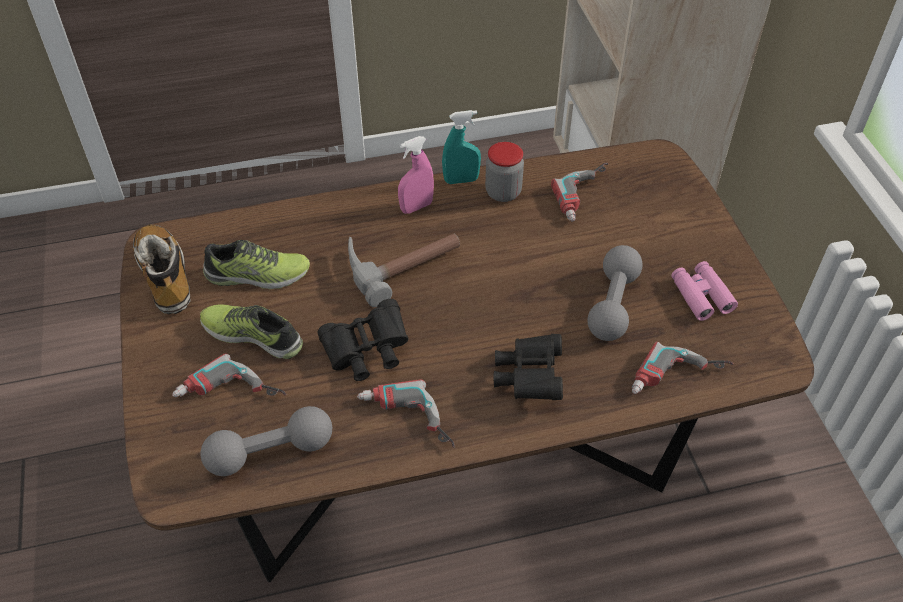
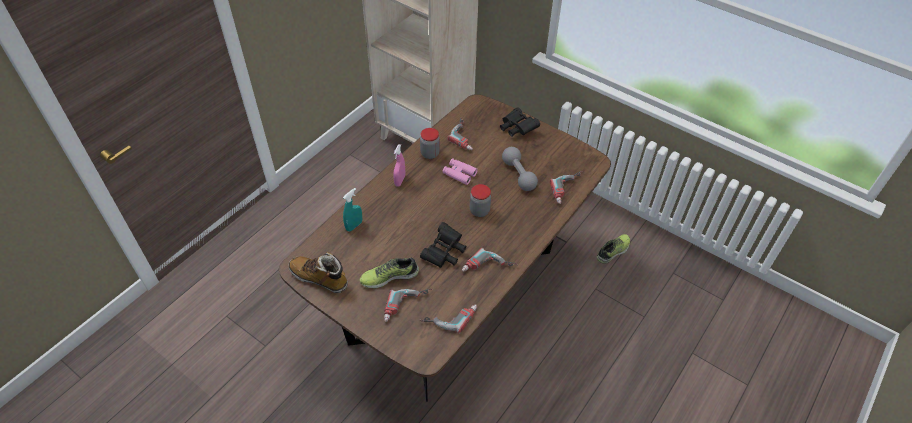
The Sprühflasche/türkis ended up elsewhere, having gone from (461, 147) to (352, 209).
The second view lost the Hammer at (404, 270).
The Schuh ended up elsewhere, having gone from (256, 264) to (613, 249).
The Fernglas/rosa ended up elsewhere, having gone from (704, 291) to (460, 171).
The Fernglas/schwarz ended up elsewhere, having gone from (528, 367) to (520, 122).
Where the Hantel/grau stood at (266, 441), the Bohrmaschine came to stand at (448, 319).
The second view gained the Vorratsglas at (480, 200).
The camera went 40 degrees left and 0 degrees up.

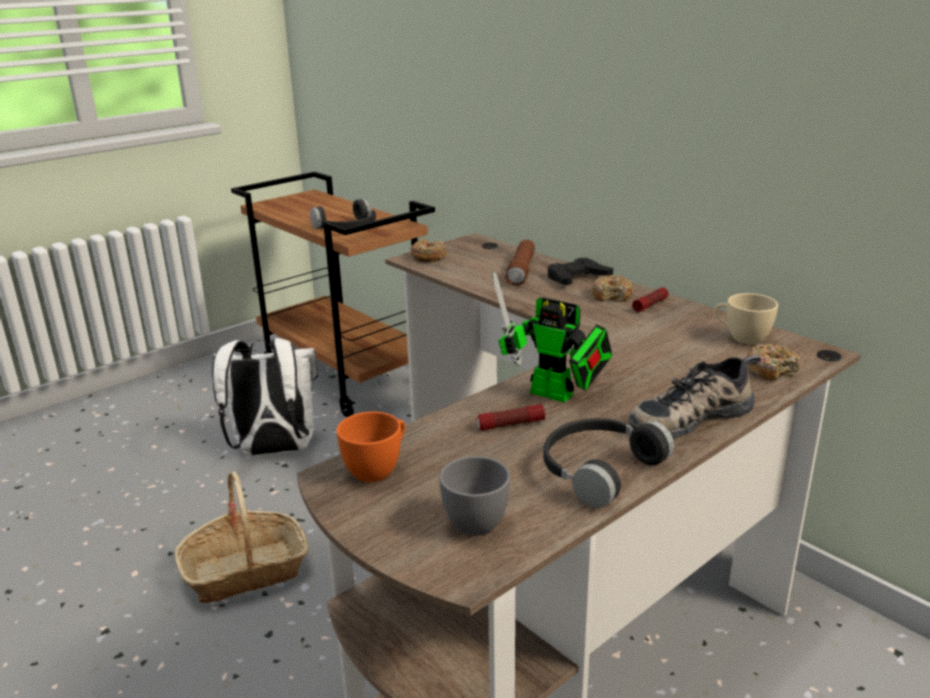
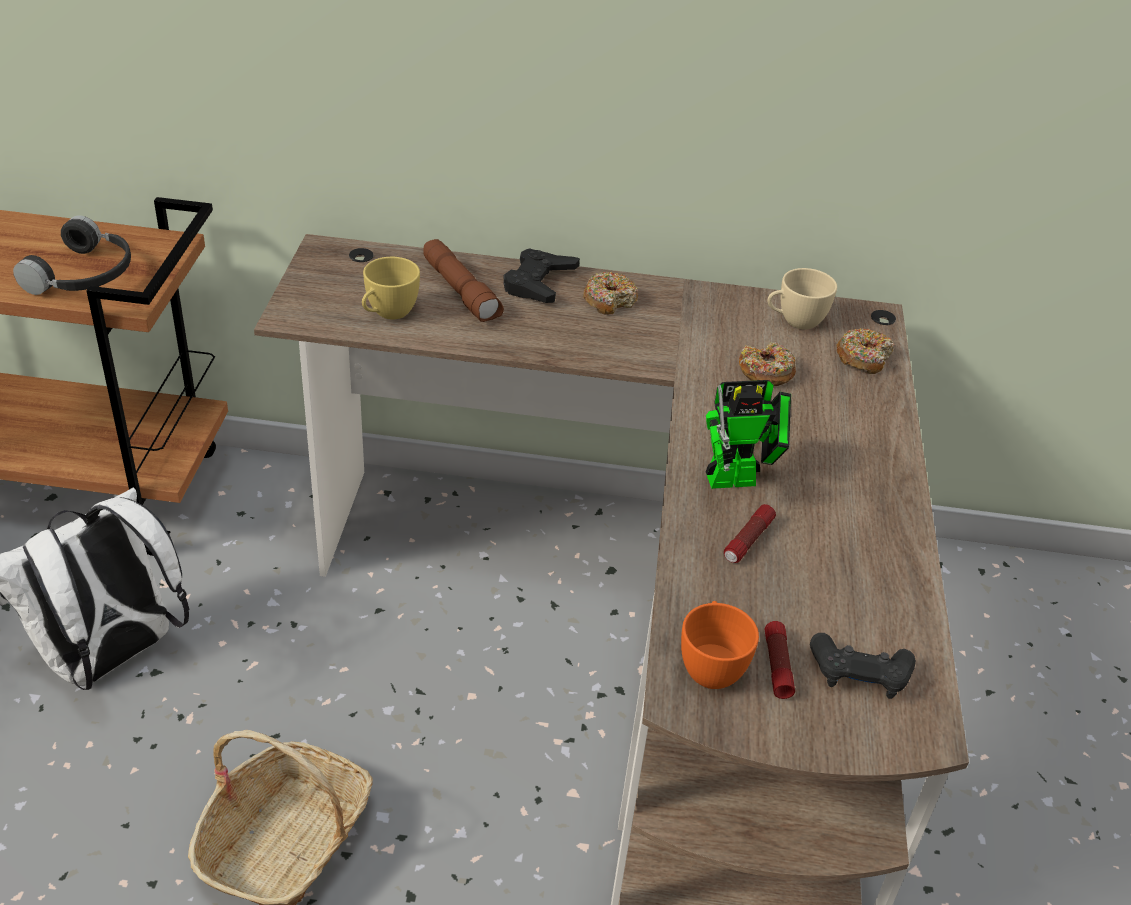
The Donut ended up elsewhere, having gone from (429, 250) to (767, 364).
The Taschenlampe ended up elsewhere, having gone from (650, 299) to (780, 660).
The second view lost the Schuh at (695, 396).
The second view lost the Kopfhörer/schwarz at (608, 463).
Where the Tasse/grau stood at (474, 496), the Gamepad/schwarz came to stand at (863, 666).
The second view gained the Tasse/gelb at (391, 288).
The camera went 45 degrees left and 15 degrees up.

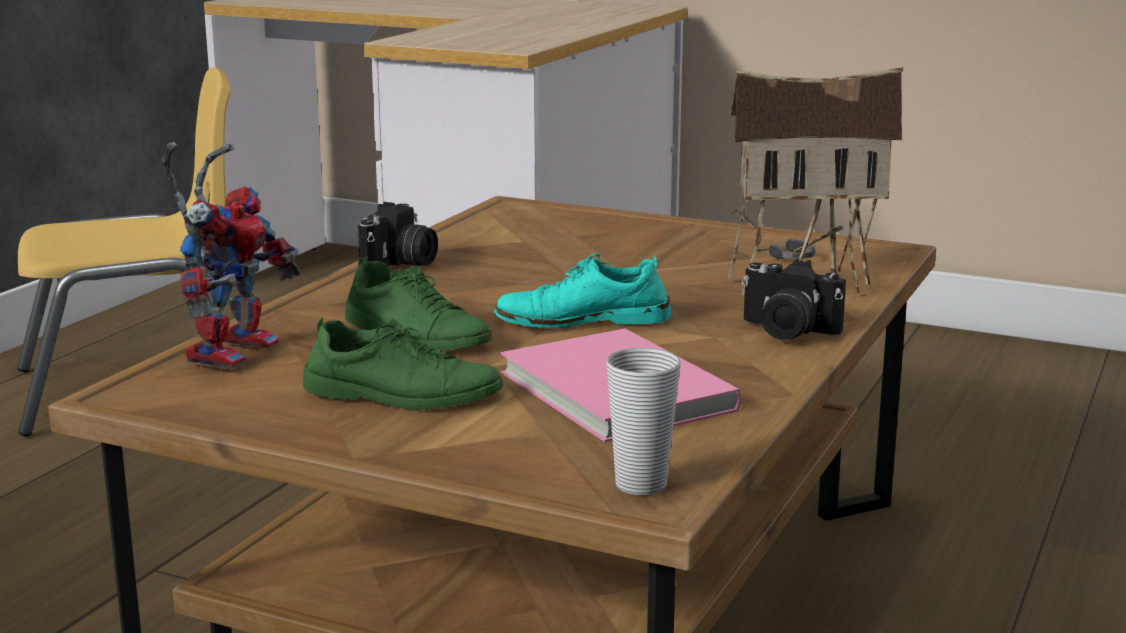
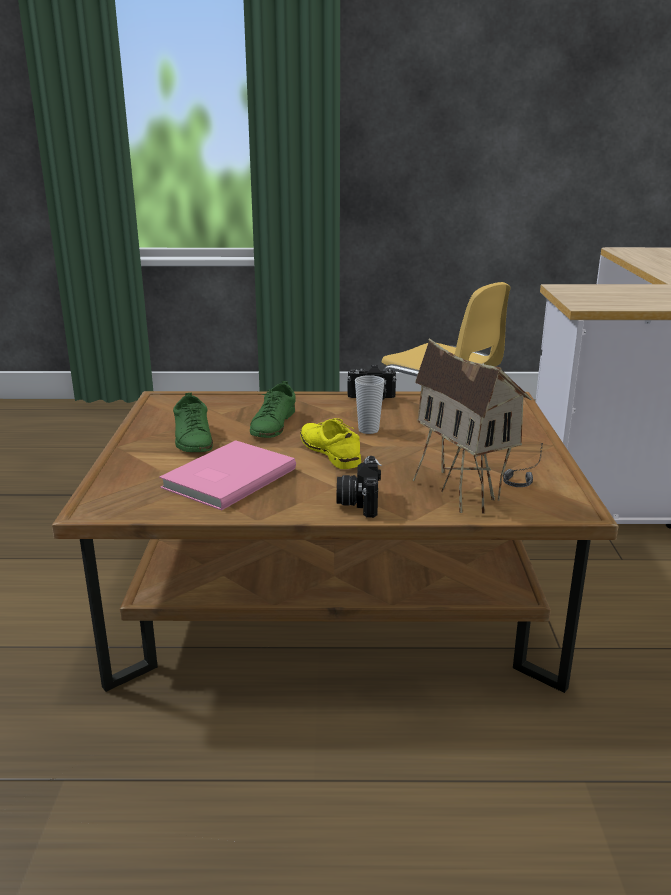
The second view lost the Spielzeugroboter at (231, 256).
What was the Schuh/türkis at (582, 291) turned into the Schuh/gelb at (330, 443).
The Tasse ended up elsewhere, having gone from (643, 421) to (369, 404).
The camera went 65 degrees right and 5 degrees up.

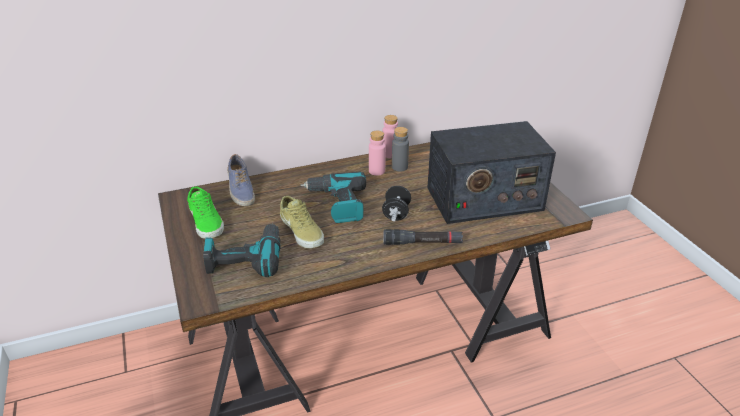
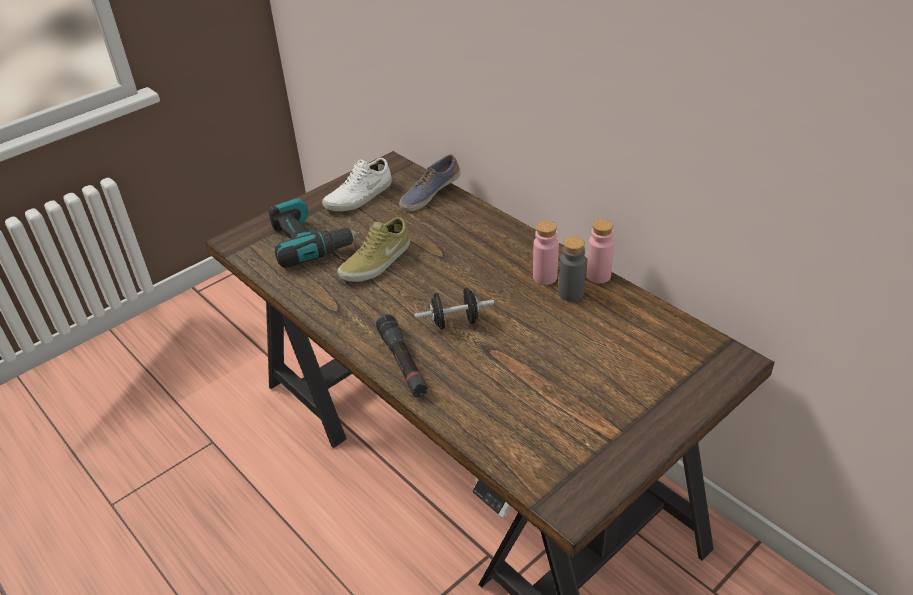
The second view lost the Radio at (491, 172).
The second view lost the Bohrmaschine at (333, 197).
What was the Schuh/grün at (205, 213) turned into the Schuh/weiß at (357, 184).
The camera went 70 degrees right and 5 degrees up.

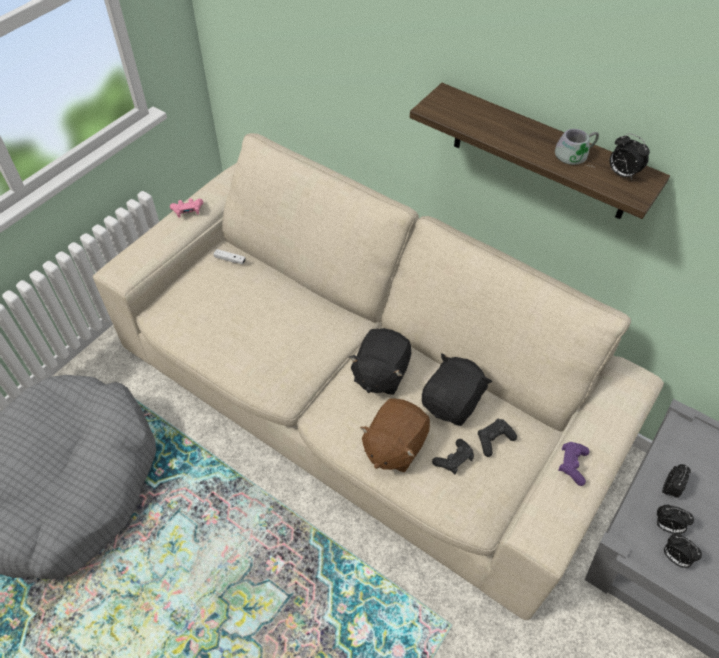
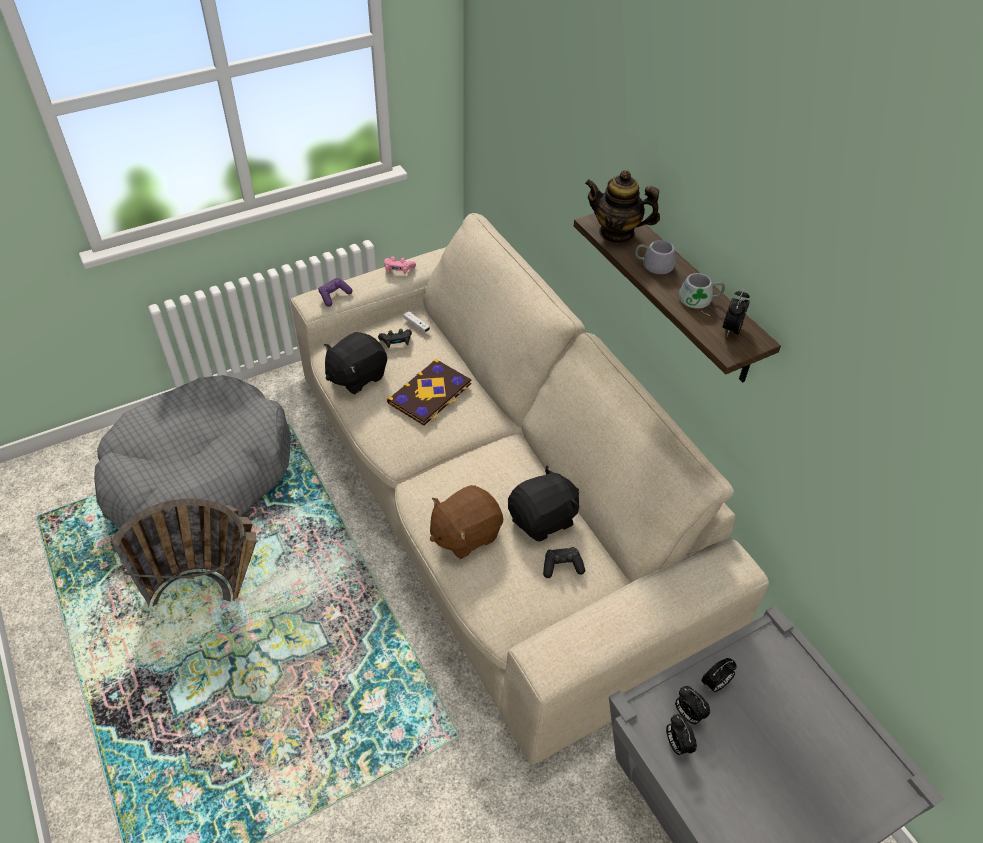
The Wecker at (629, 156) ended up facing another way, 45 degrees clockwise from before.
The Plüschtier/schwarz ended up elsewhere, having gone from (379, 361) to (355, 363).
The Gamepad/schwarz ended up elsewhere, having gone from (453, 456) to (395, 338).
The Gamepad/lila ended up elsewhere, having gone from (574, 464) to (335, 292).
The second view gained the Teekanne at (622, 207).
The second view gained the Henkelbecher/grau at (655, 257).
The second view gained the Buch at (429, 392).
The second view gained the Korb at (183, 553).
The camera went 25 degrees right and 5 degrees down.

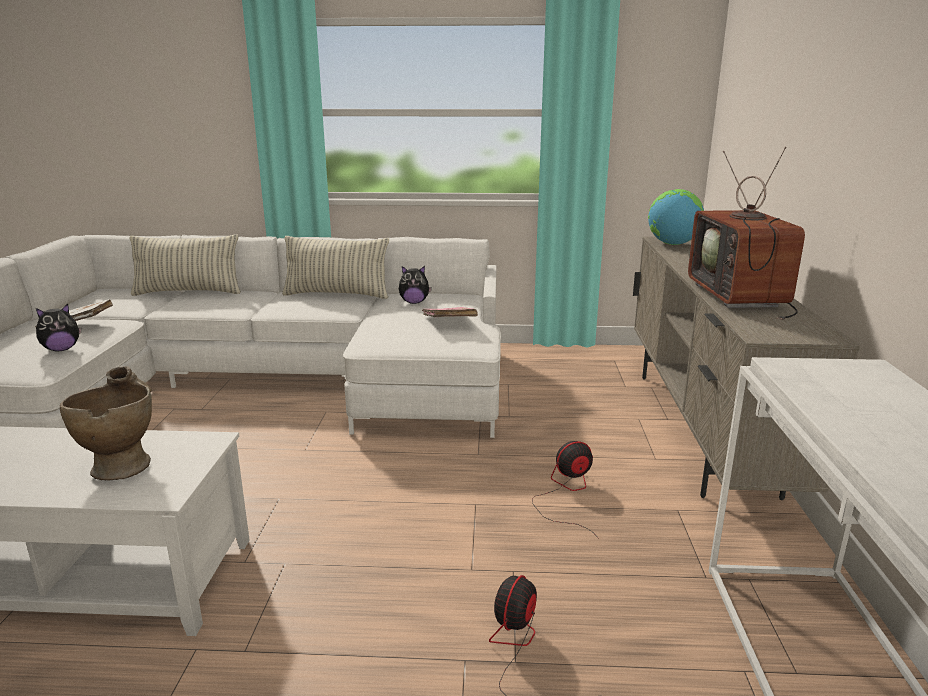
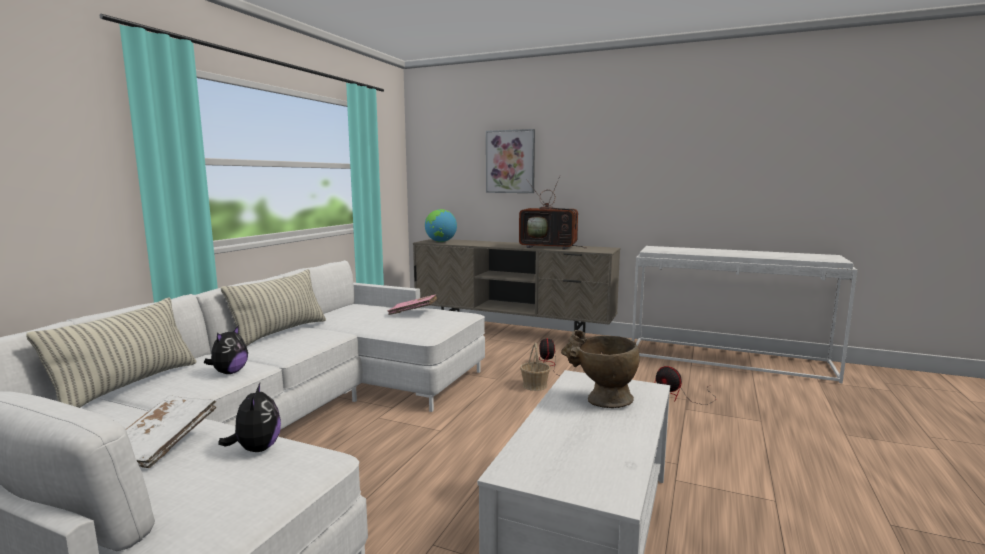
The Plüschtier ended up elsewhere, having gone from (415, 285) to (226, 349).
The second view gained the Bild at (510, 161).
The second view gained the Korb at (535, 366).
The camera went 70 degrees left and 10 degrees down.

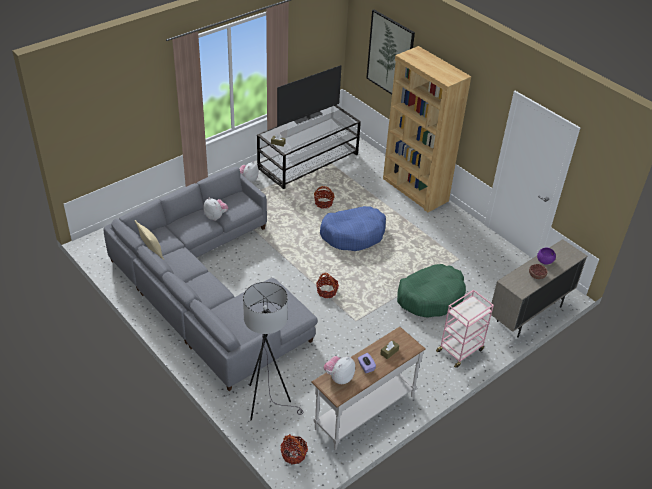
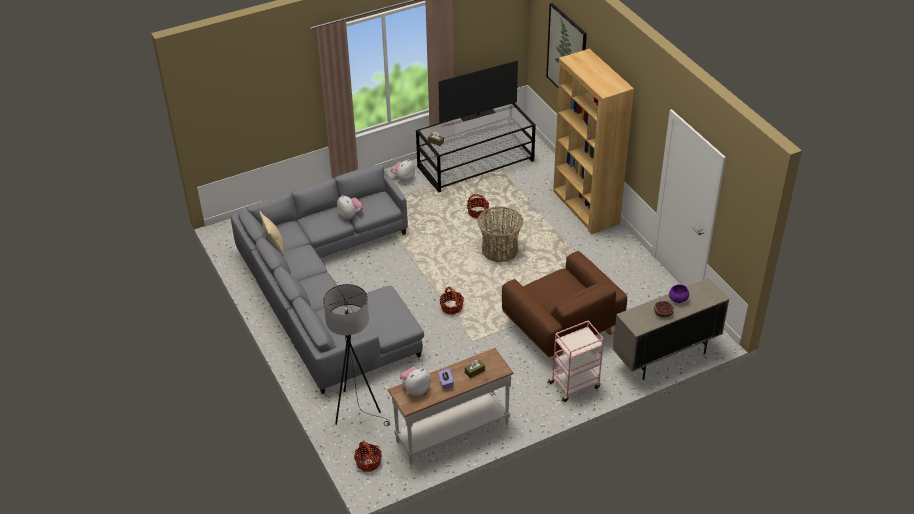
Where the Hundebett/blau stood at (353, 228), the Korb came to stand at (500, 234).
Where the Hundebett/grün stood at (431, 291), the Sessel/braun came to stand at (564, 306).
The camera went 15 degrees right and 0 degrees up.

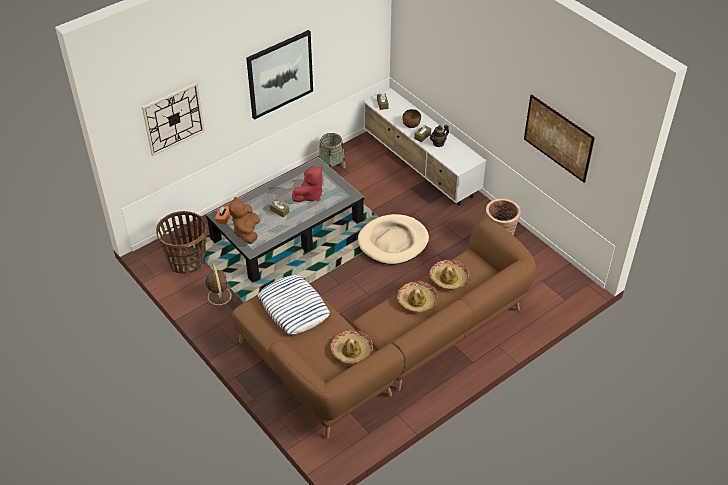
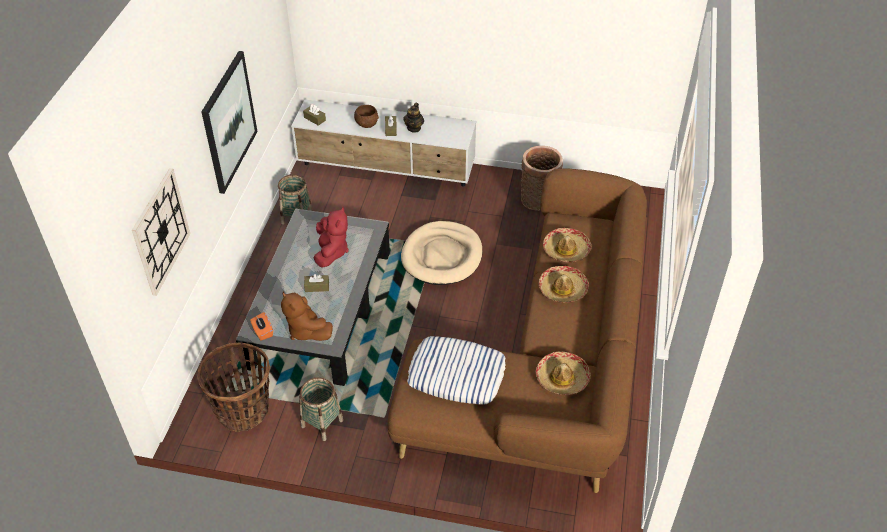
The second view lost the Bild at (559, 138).
Where the Ventilator/braun stood at (219, 287), the Korb came to stand at (321, 409).
The camera went 40 degrees left and 0 degrees up.

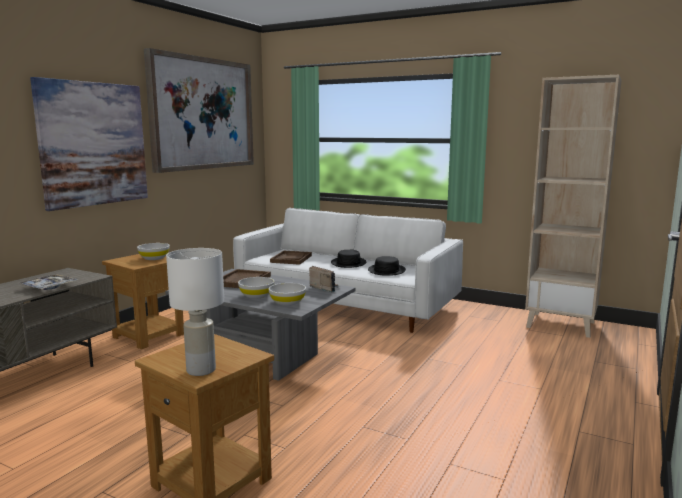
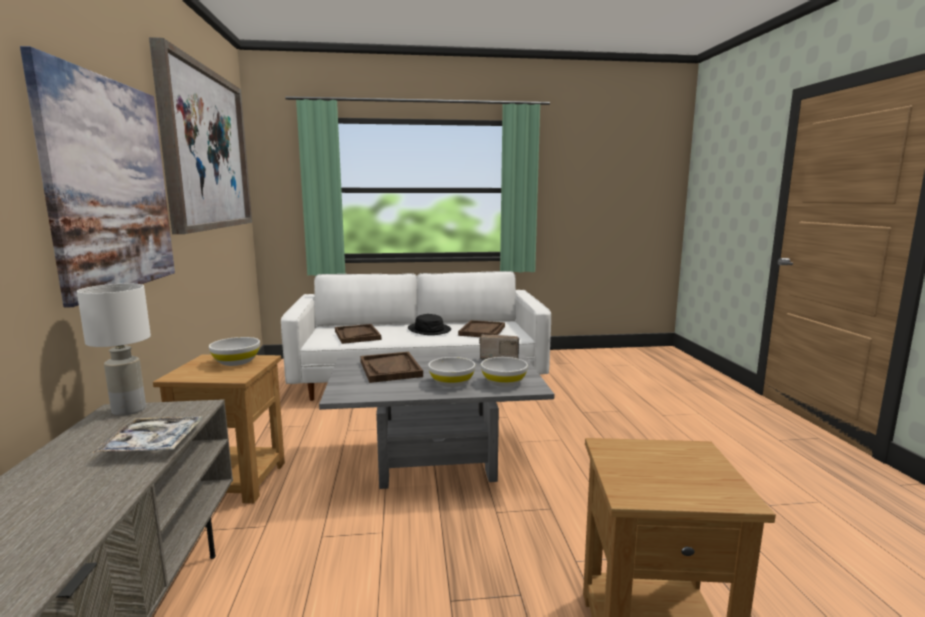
The second view lost the Bücherregal/beige at (573, 206).
The Tischlampe/weiß ended up elsewhere, having gone from (195, 312) to (114, 350).
Where the Hut/schwarz stood at (387, 266), the Tablett/braun came to stand at (481, 328).
The camera went 35 degrees left and 0 degrees up.

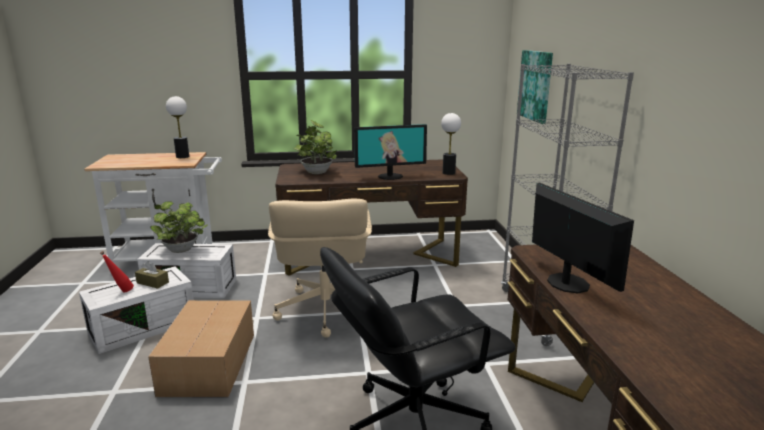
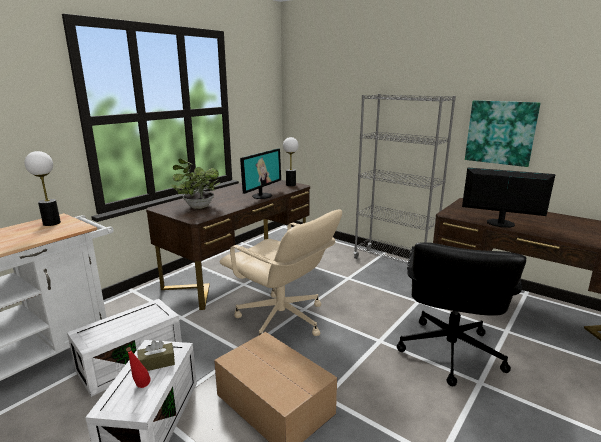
The Bild ended up elsewhere, having gone from (535, 87) to (503, 133).
The second view lost the Topfpflanze at (179, 227).
The camera went 45 degrees left and 0 degrees up.

